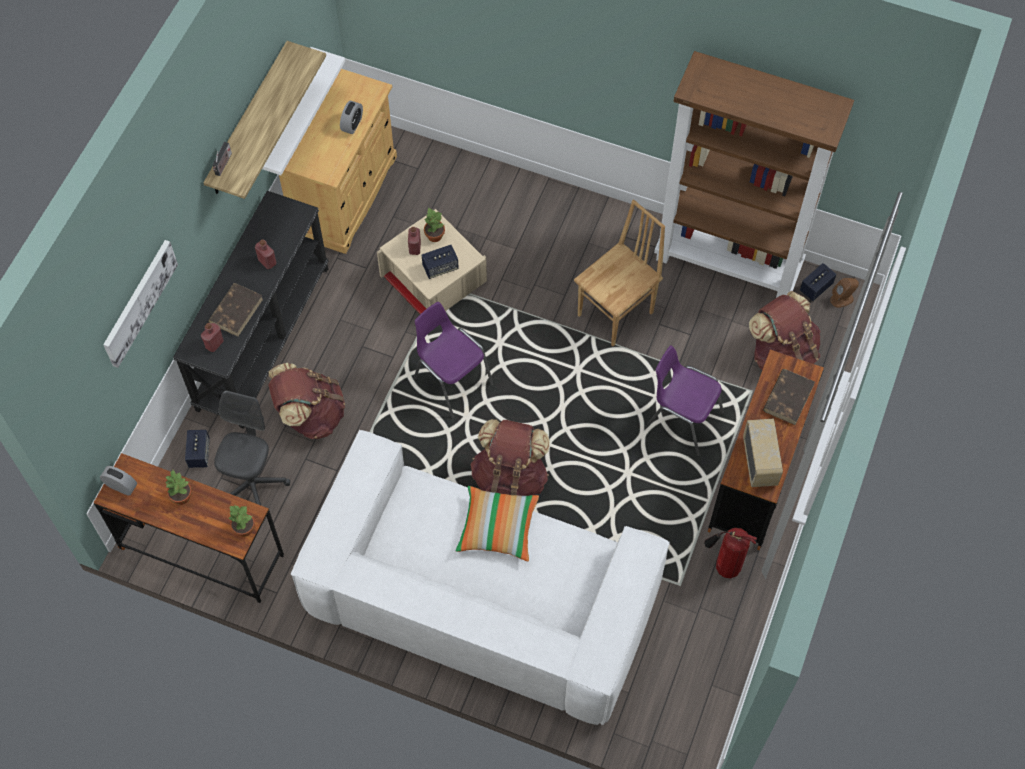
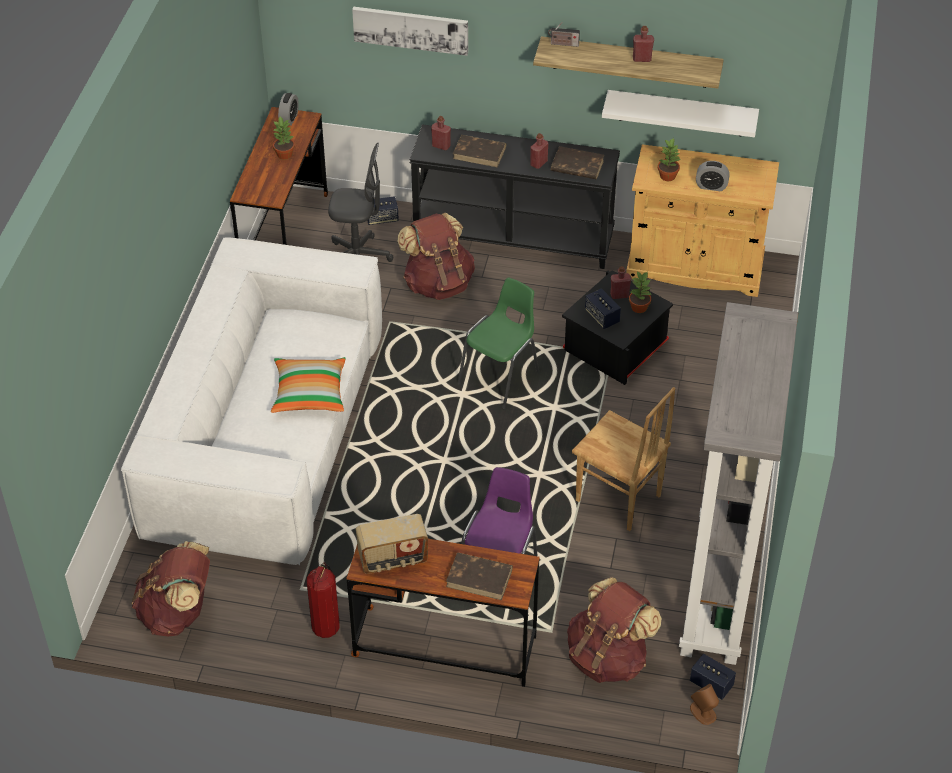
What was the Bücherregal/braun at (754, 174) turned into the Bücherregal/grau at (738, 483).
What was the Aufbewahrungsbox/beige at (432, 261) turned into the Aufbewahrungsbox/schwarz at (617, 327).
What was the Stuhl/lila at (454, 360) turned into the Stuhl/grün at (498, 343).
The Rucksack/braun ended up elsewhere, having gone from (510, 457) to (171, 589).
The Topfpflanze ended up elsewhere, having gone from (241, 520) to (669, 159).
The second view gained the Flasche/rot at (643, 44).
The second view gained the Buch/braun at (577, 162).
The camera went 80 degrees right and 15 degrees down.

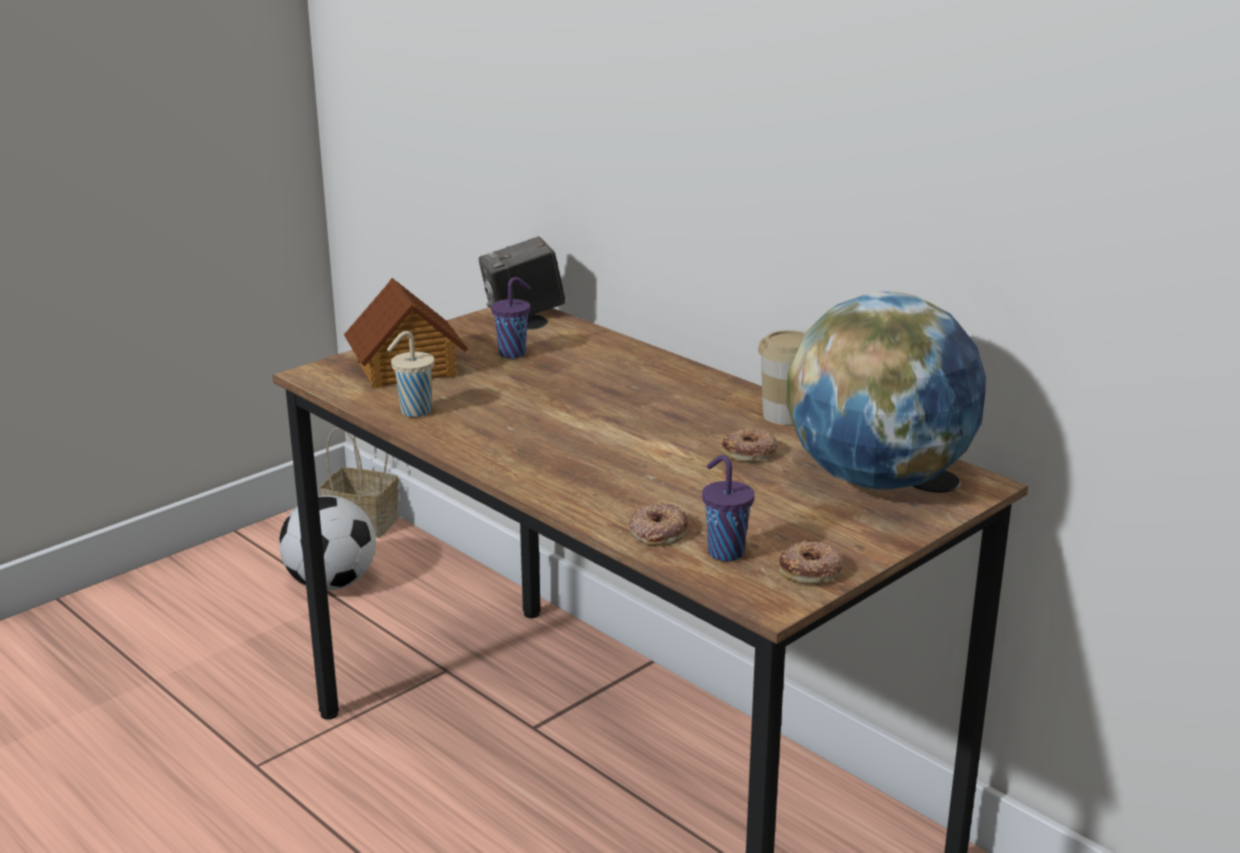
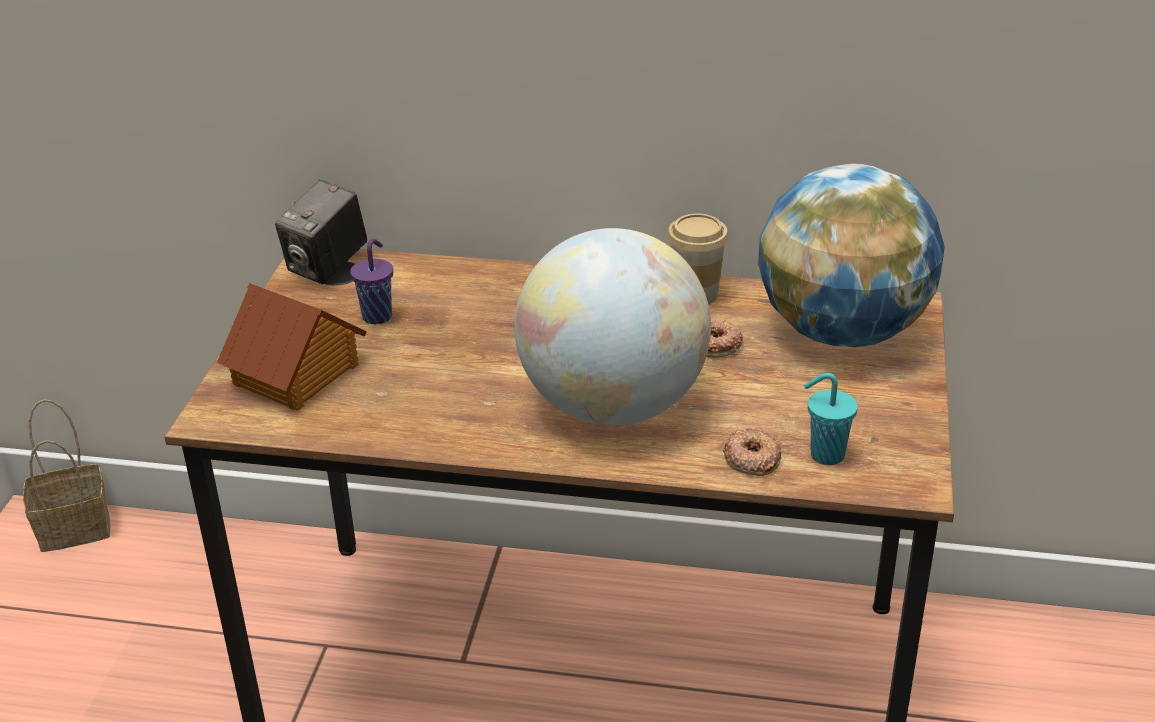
The second view lost the Tasse/beige at (411, 374).
What was the Tasse/lila at (728, 508) turned into the Tasse/türkis at (831, 419).
The second view lost the Fußball at (327, 543).
The second view lost the Donut at (811, 562).
The second view gained the Globus at (612, 326).
The camera went 35 degrees left and 10 degrees up.

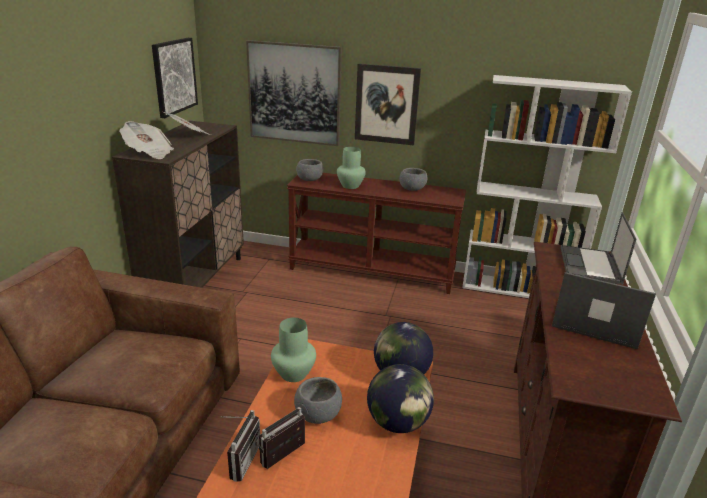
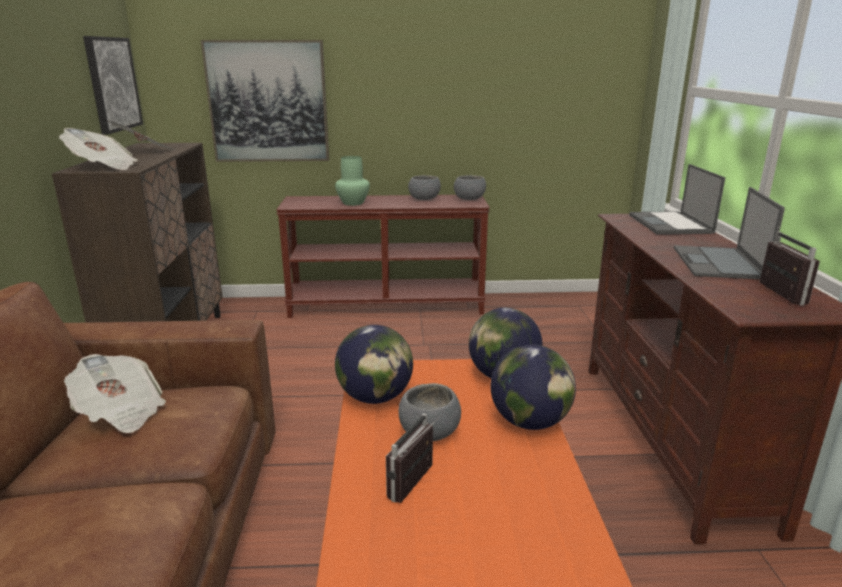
The second view lost the Bild at (388, 104).
The second view lost the Bücherregal/weiß at (547, 186).
The Schüssel/grau ended up elsewhere, having gone from (310, 170) to (470, 187).
The Laptop at (604, 310) ended up facing another way, 90 degrees counterclockwise from before.
Where the Vase/grün stood at (293, 350), the Globus came to stand at (374, 364).
The Radio ended up elsewhere, having gone from (240, 446) to (789, 266).
The second view gained the Zeitung at (115, 393).
The camera went 15 degrees left and 5 degrees down.

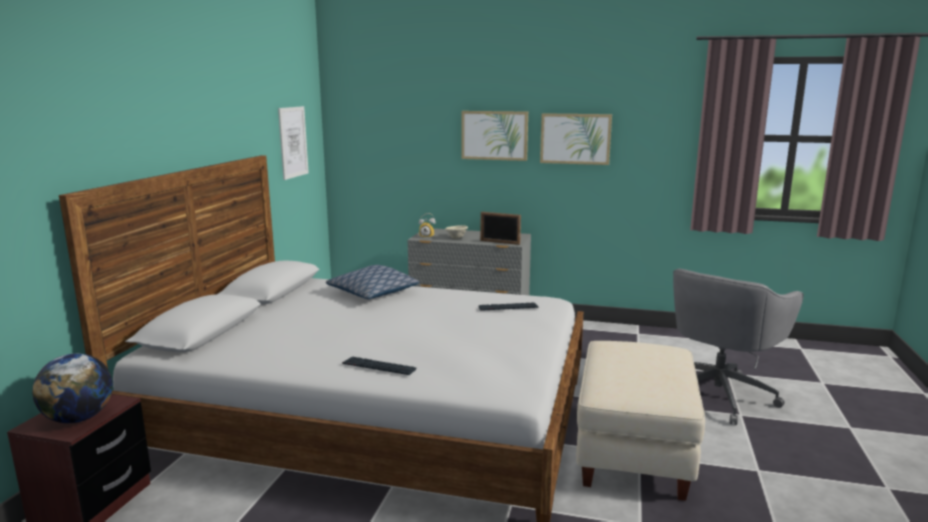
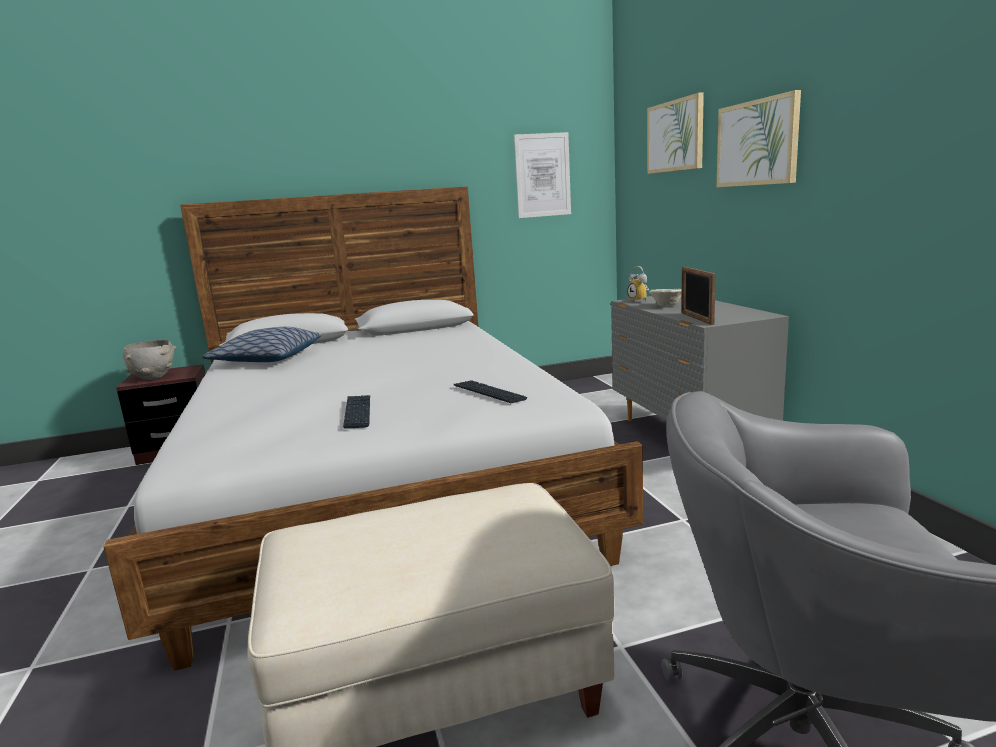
The Bild ended up elsewhere, having gone from (576, 139) to (675, 133).
The Kissen ended up elsewhere, having gone from (372, 282) to (261, 344).
Where the Globus stood at (72, 388), the Schüssel/grau came to stand at (149, 360).
The Tastatur ended up elsewhere, having gone from (379, 366) to (356, 412).
The camera went 60 degrees right and 0 degrees up.

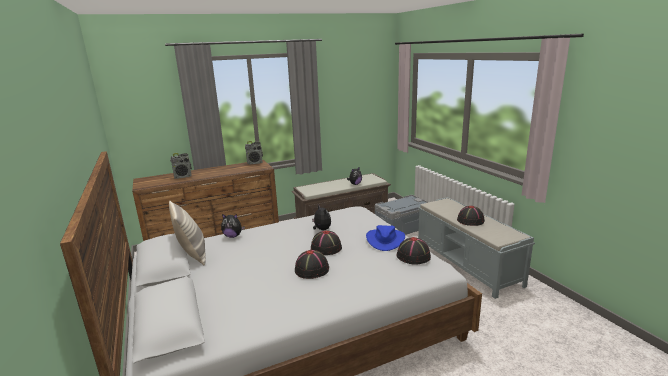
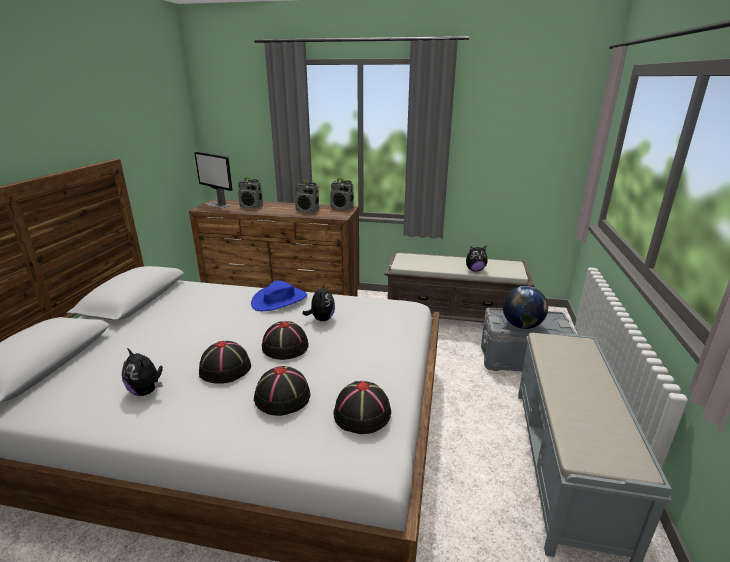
The second view lost the Kissen at (187, 232).
The Hut/schwarz ended up elsewhere, having gone from (471, 216) to (282, 391).
The Plüschtier ended up elsewhere, having gone from (233, 226) to (142, 372).
The Hut/blau ended up elsewhere, having gone from (385, 238) to (279, 296).
The second view gained the Monitor at (213, 180).
The second view gained the Radio at (307, 196).
The second view gained the Globus at (525, 307).
The camera went 35 degrees right and 5 degrees up.

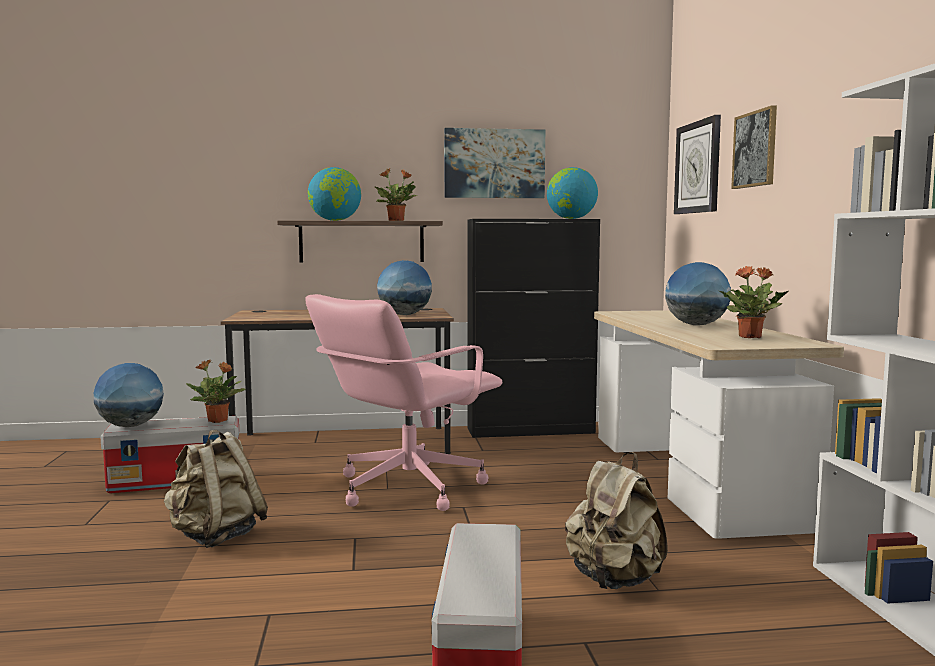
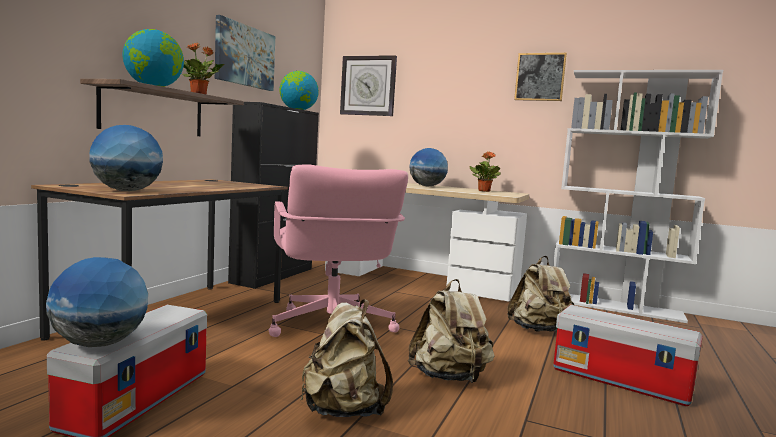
The Bild ended up elsewhere, having gone from (754, 147) to (540, 77).
The Globus ended up elsewhere, having gone from (404, 287) to (126, 158).
The second view lost the Topfpflanze at (216, 391).
The second view gained the Rucksack/beige at (451, 331).
The camera went 60 degrees left and 0 degrees up.

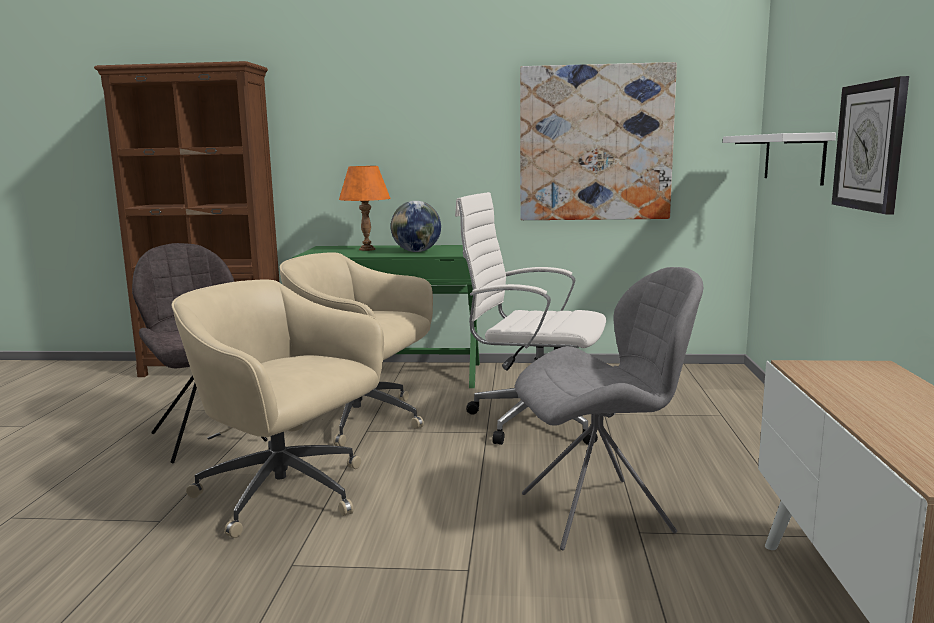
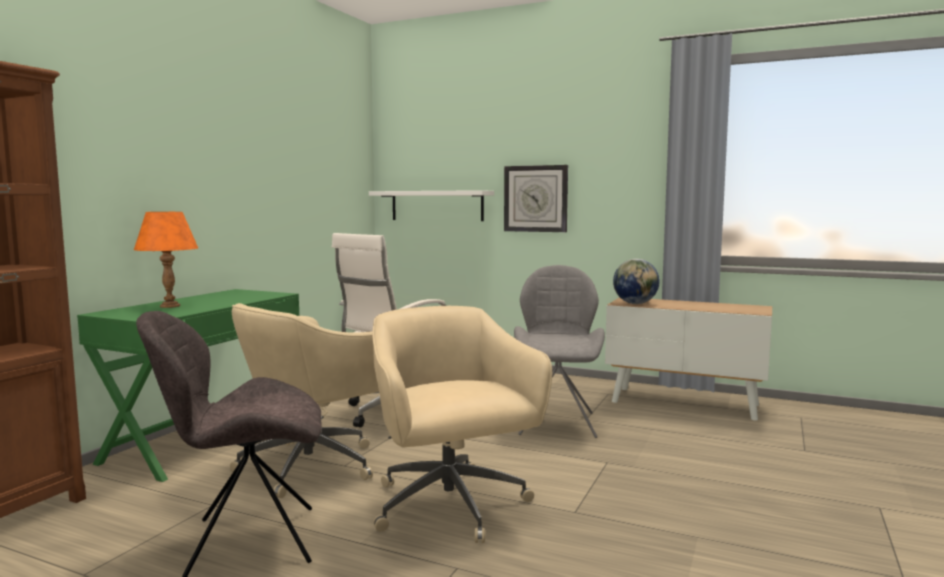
The second view lost the Bild at (598, 141).
The Globus ended up elsewhere, having gone from (416, 226) to (636, 281).
The Bürostuhl/beige at (278, 408) ended up facing another way, 105 degrees clockwise from before.
The camera went 70 degrees left and 5 degrees down.

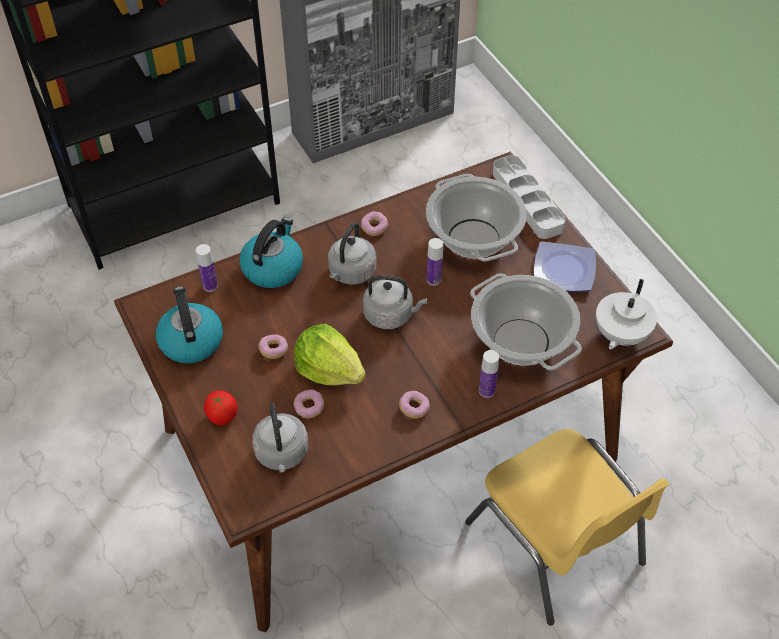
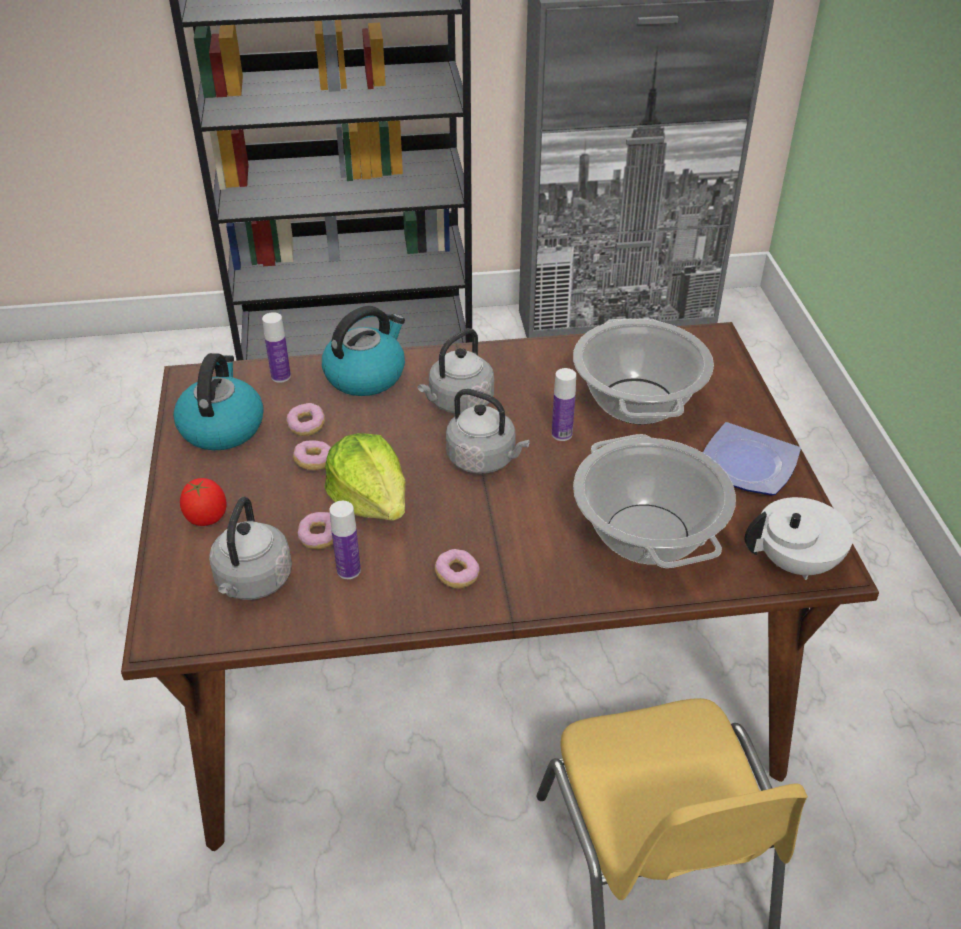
The second view lost the Tablett/grau at (529, 197).
The Donut ended up elsewhere, having gone from (374, 223) to (305, 419).
The Teekanne/weiß at (626, 314) ended up facing another way, 150 degrees counterclockwise from before.
The Flasche ended up elsewhere, having gone from (489, 374) to (345, 540).
The camera went 20 degrees right and 10 degrees down.

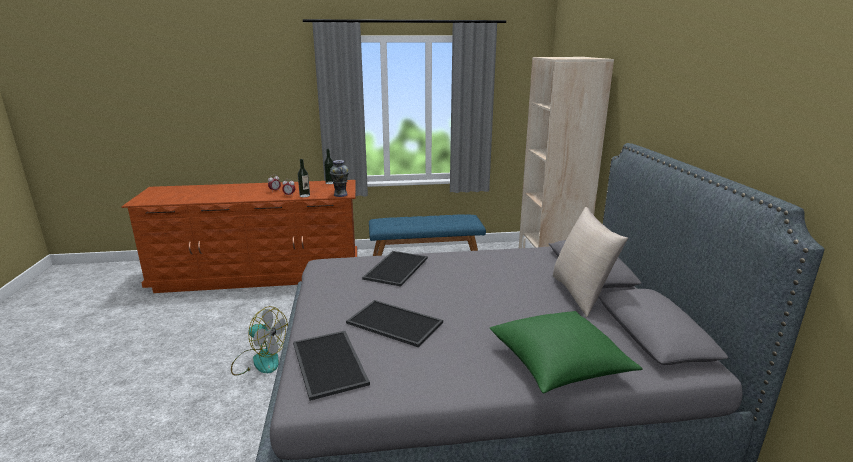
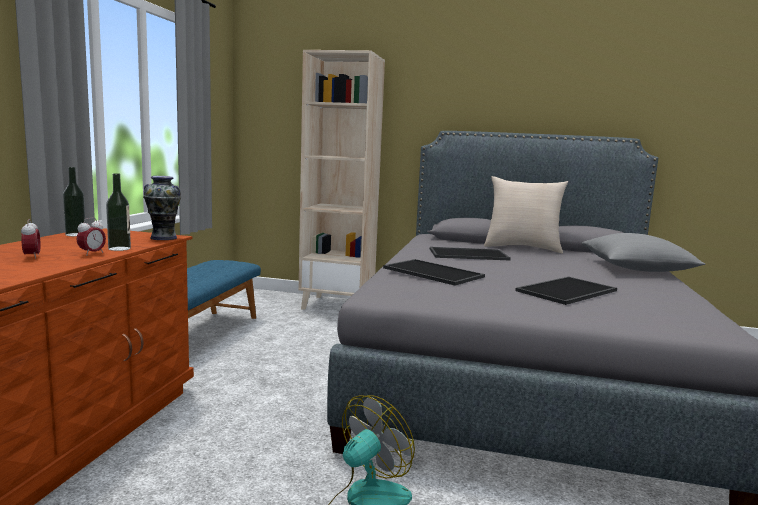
What was the Kissen/grün at (566, 352) turned into the Kissen/grau at (643, 252).
The Tablett ended up elsewhere, having gone from (331, 366) to (470, 253).
The camera went 70 degrees left and 10 degrees down.

